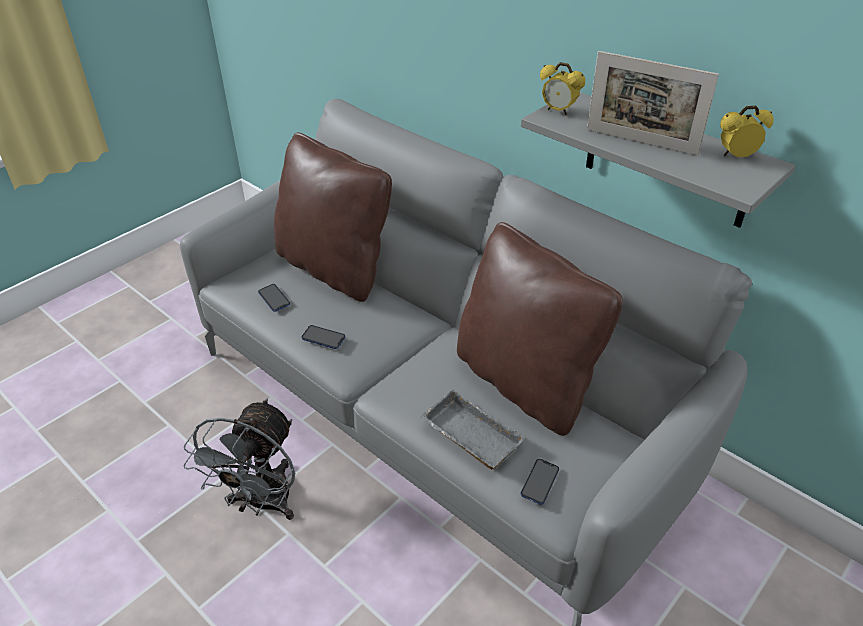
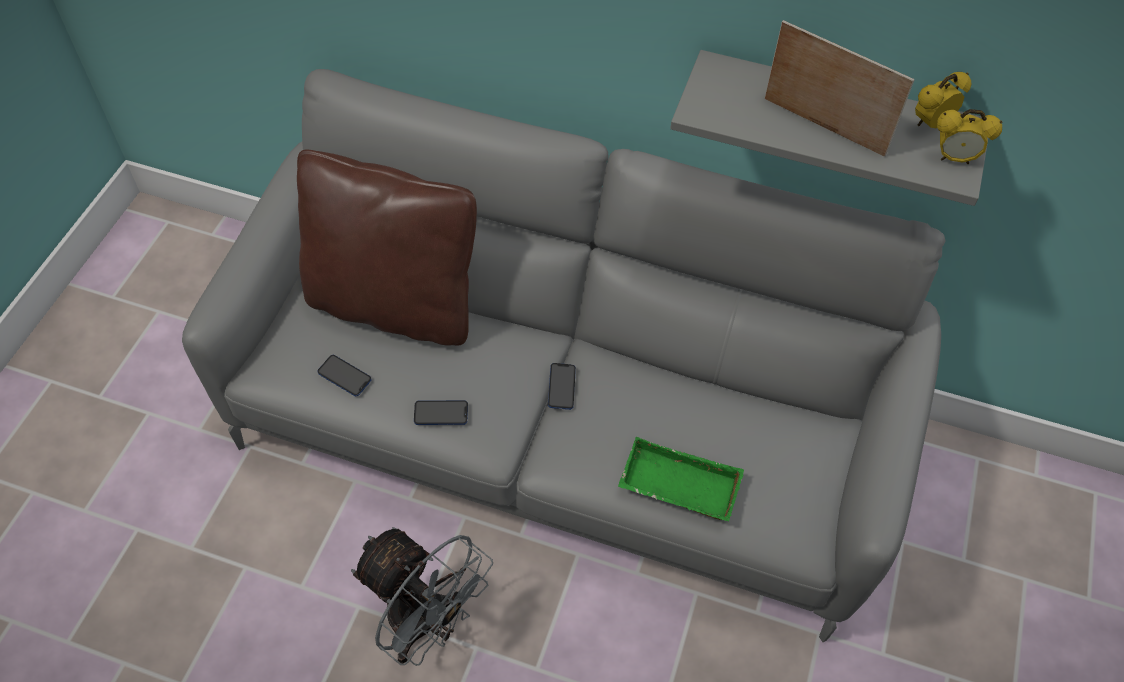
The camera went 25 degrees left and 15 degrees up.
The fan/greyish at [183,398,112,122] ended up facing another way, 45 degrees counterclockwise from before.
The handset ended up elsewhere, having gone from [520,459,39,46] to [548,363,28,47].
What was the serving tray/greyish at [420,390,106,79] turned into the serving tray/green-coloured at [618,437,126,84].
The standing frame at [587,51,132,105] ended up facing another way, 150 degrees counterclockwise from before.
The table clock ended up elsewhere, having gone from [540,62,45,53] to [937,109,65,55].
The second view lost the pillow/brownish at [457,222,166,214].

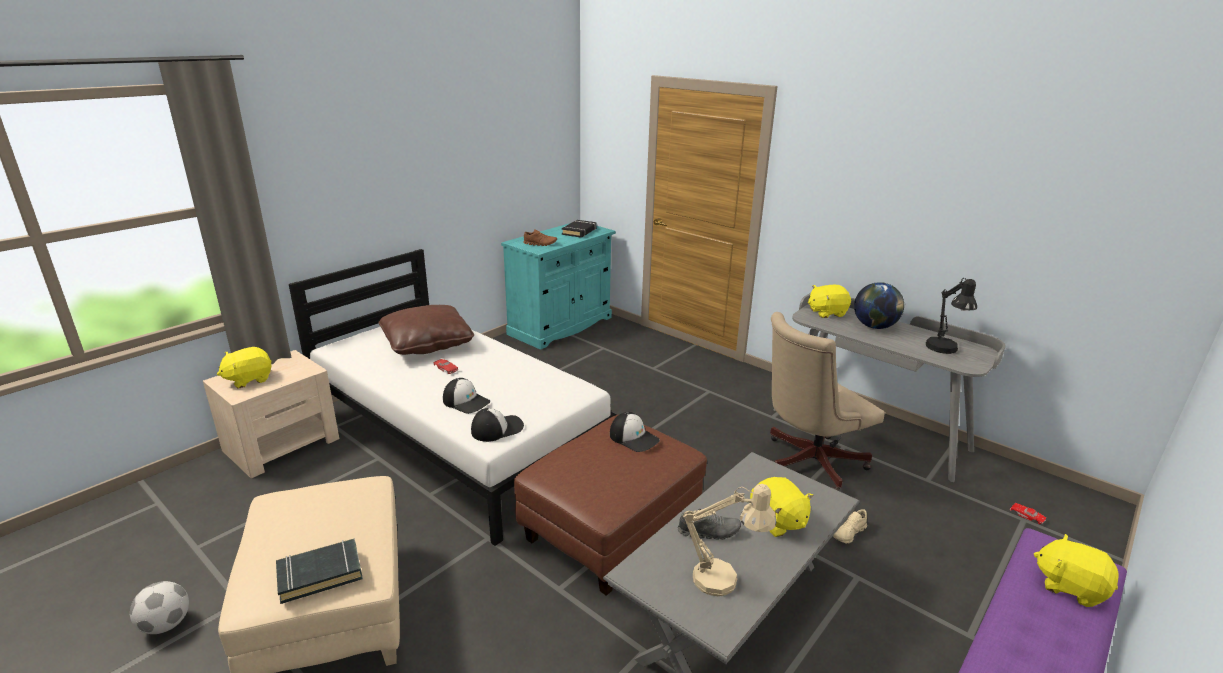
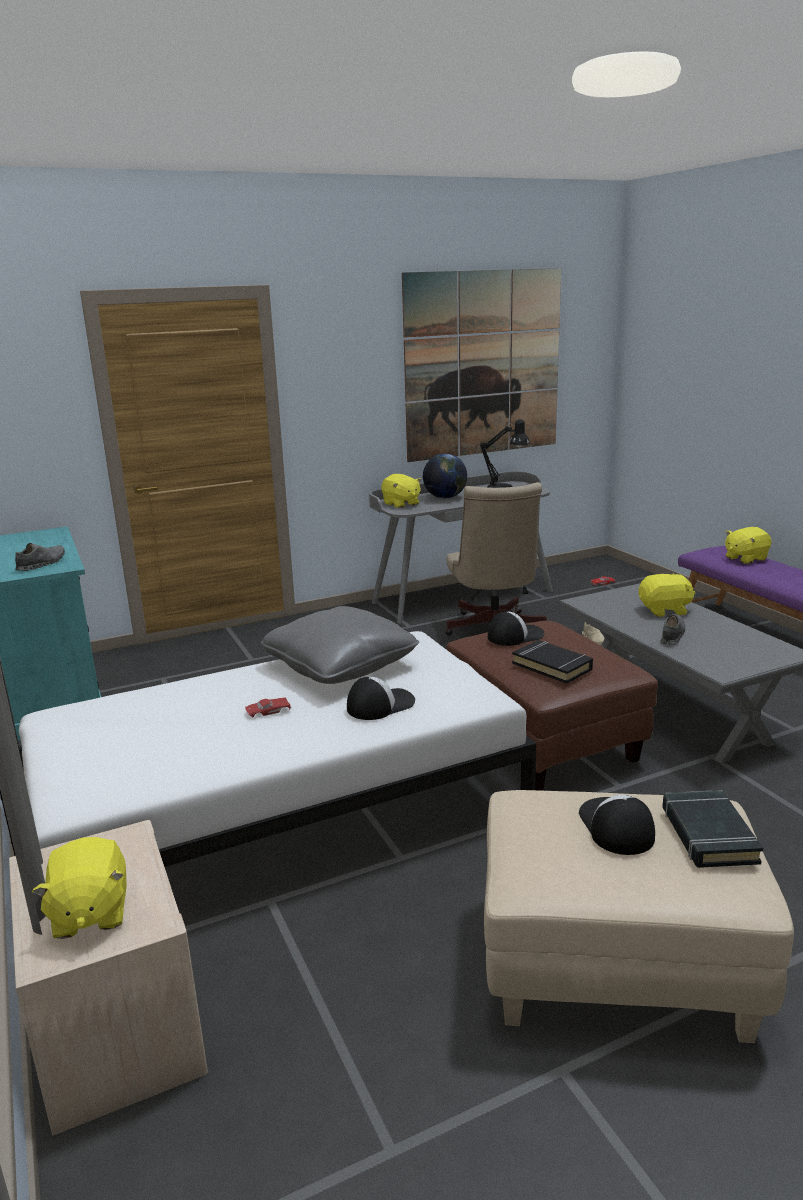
The camera went 65 degrees left and 5 degrees down.
What was the item of footwear/brownish at [523,229,34,17] turned into the item of footwear/greyish at [15,543,50,28].
The second view gained the pillow/greyish at [261,606,158,78].
The plush toy/yellow at [808,285,43,33] ended up facing another way, 45 degrees counterclockwise from before.
The second view gained the picture at [402,268,159,194].
The bound book/black ended up elsewhere, having gone from [562,220,35,18] to [512,640,81,44].
The peaked cap ended up elsewhere, having gone from [471,408,53,34] to [579,795,76,60].
The second view lost the football ball at [130,581,59,53].
The second view lost the pillow/brownish at [378,305,96,50].
The second view lost the tabletop lamp/sand-coloured at [683,484,93,112].

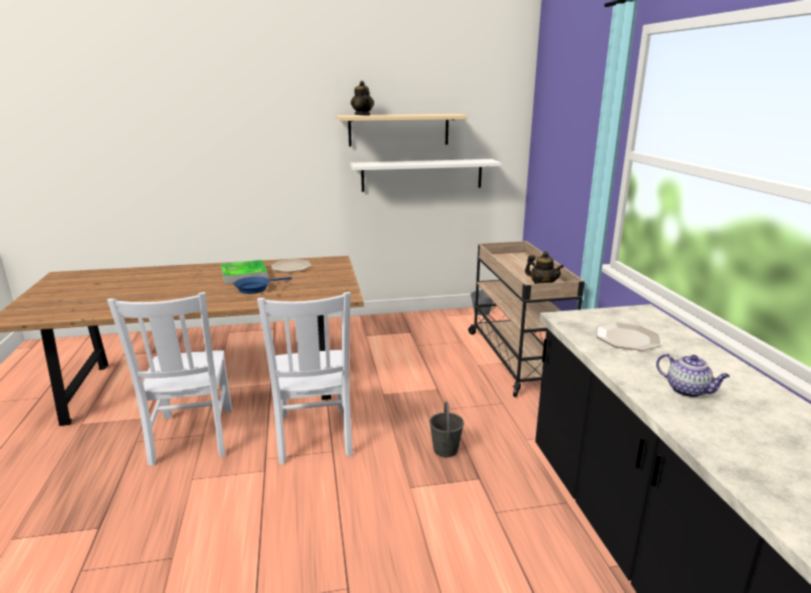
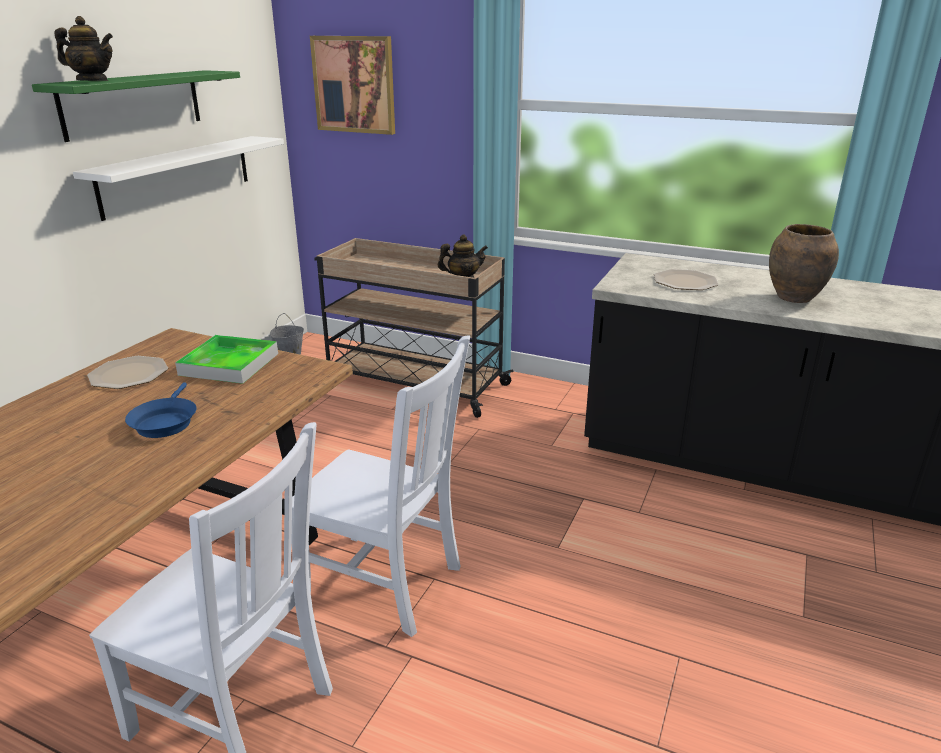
The camera went 55 degrees left and 5 degrees up.
What was the wall shelf/sand-coloured at [336,114,131,32] turned into the wall shelf/green-coloured at [32,70,208,72].
The serving tray ended up elsewhere, having gone from [221,260,47,24] to [175,335,103,49].
The second view gained the picture at [310,36,85,99].
Where the teapot stood at [656,354,74,43], the flower vase/brownish came to stand at [769,224,70,79].
The second view lost the pail/greyish at [429,402,35,55].

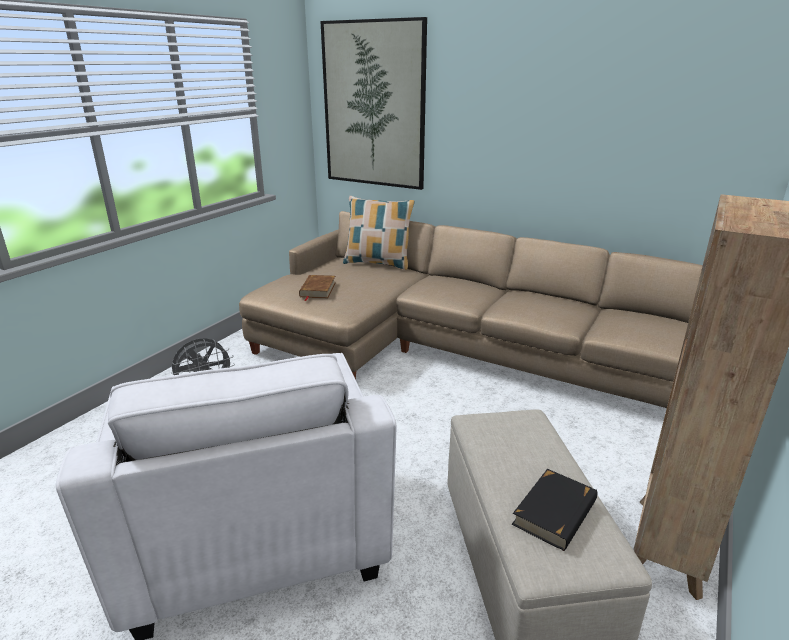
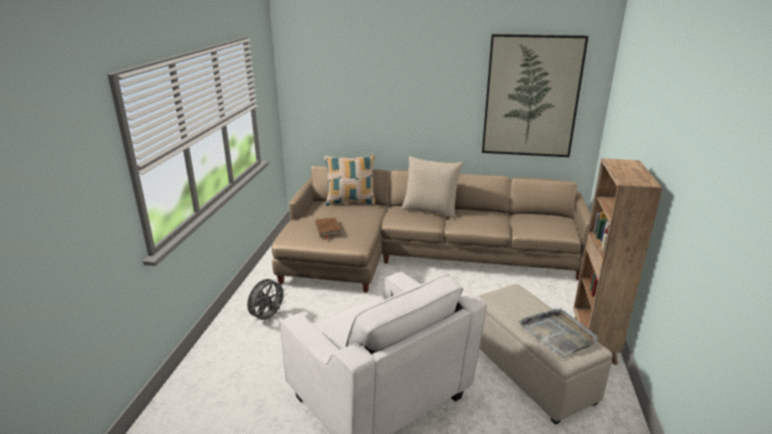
The camera went 20 degrees left and 0 degrees up.
The second view gained the pillow/sand-coloured at [401,156,62,62].
The picture ended up elsewhere, having gone from [320,17,107,173] to [482,34,107,123].
Where the bound book/black stood at [512,469,85,82], the serving tray/greyish came to stand at [519,308,80,49].

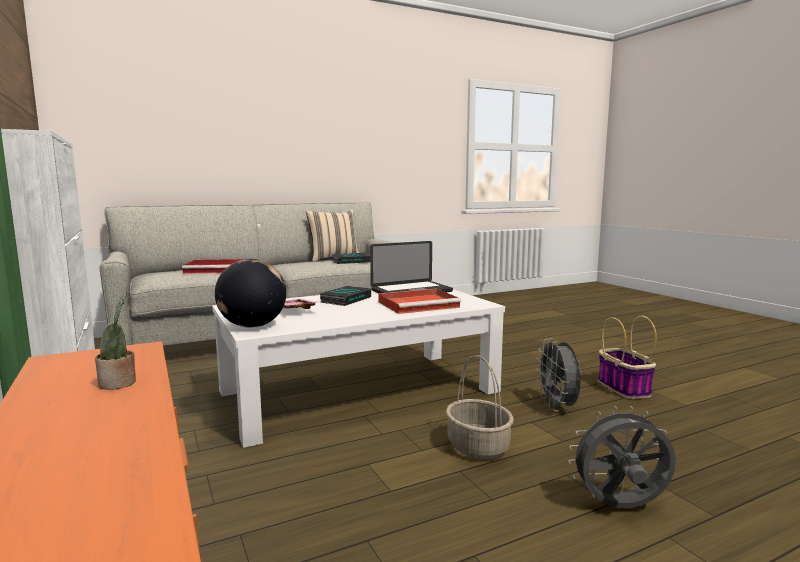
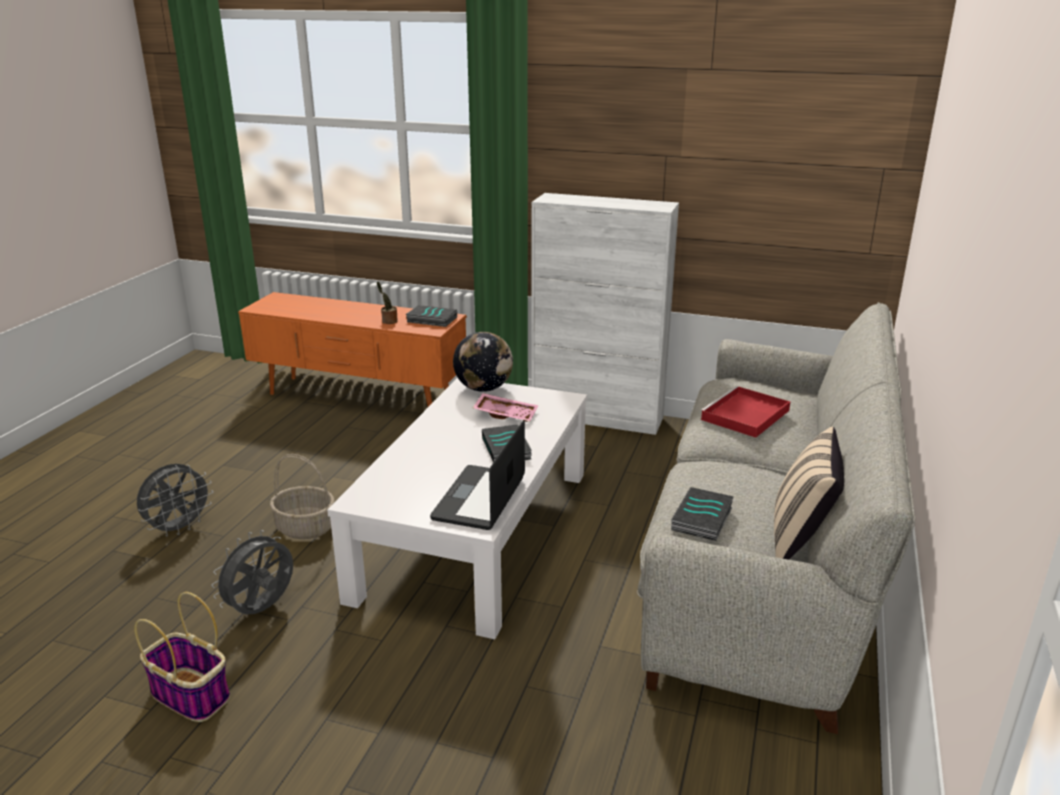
The camera went 135 degrees right and 15 degrees up.
The fan/greyish at [536,338,45,73] ended up facing another way, 90 degrees counterclockwise from before.
The second view gained the bound book at [406,305,51,22].
The second view lost the serving tray/red-coloured at [378,289,83,25].

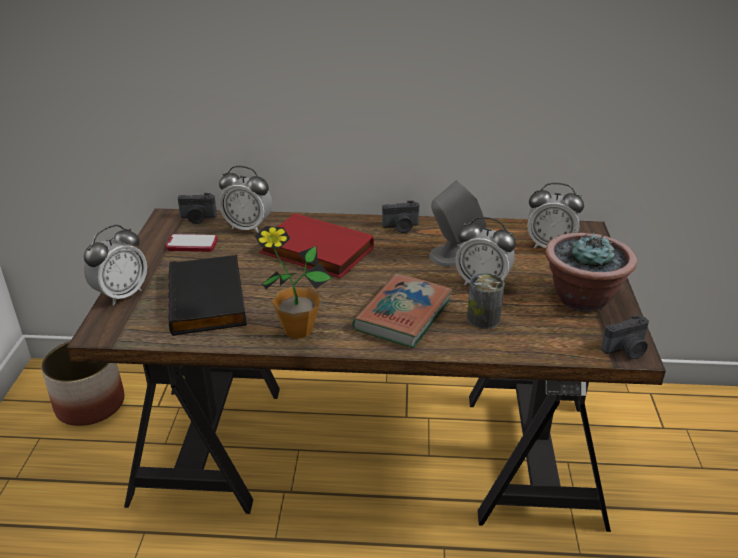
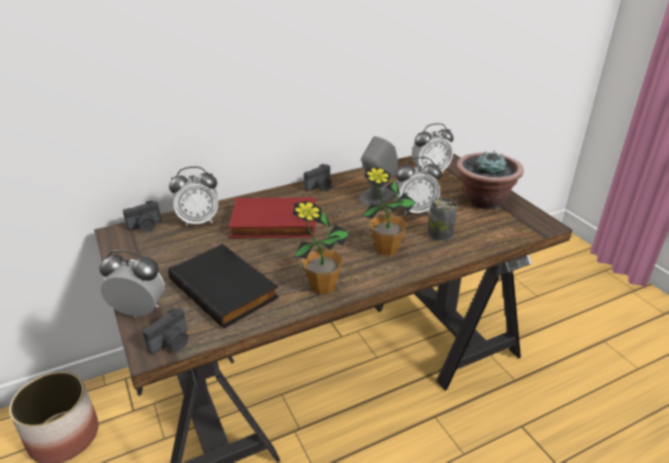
The camera went 30 degrees left and 0 degrees up.
The table clock at [84,225,63,80] ended up facing another way, 90 degrees counterclockwise from before.
The still camera ended up elsewhere, having gone from [601,315,48,44] to [143,308,45,46].
Where the bound book stood at [352,274,100,74], the plant in a pot came to stand at [363,167,53,89].
The second view lost the handset at [166,234,52,18].

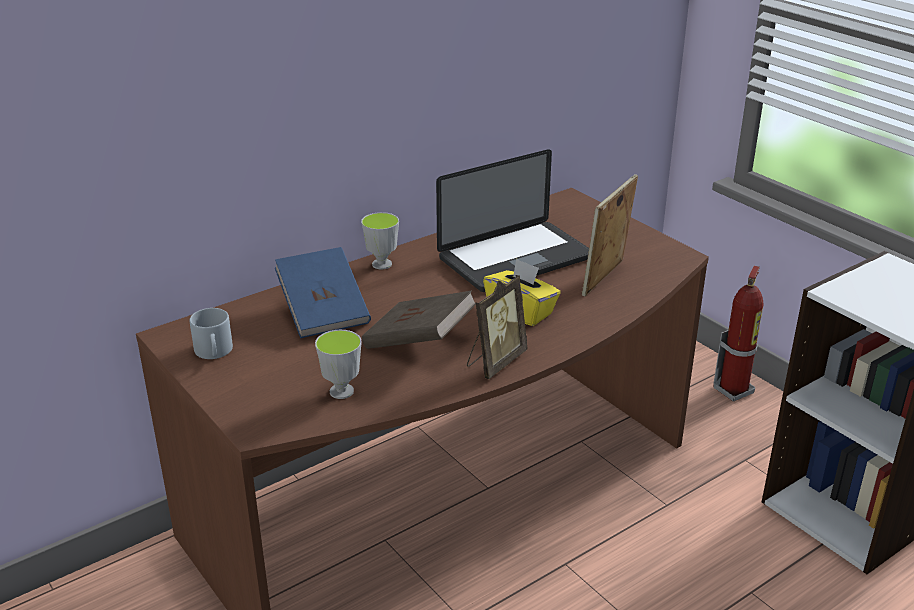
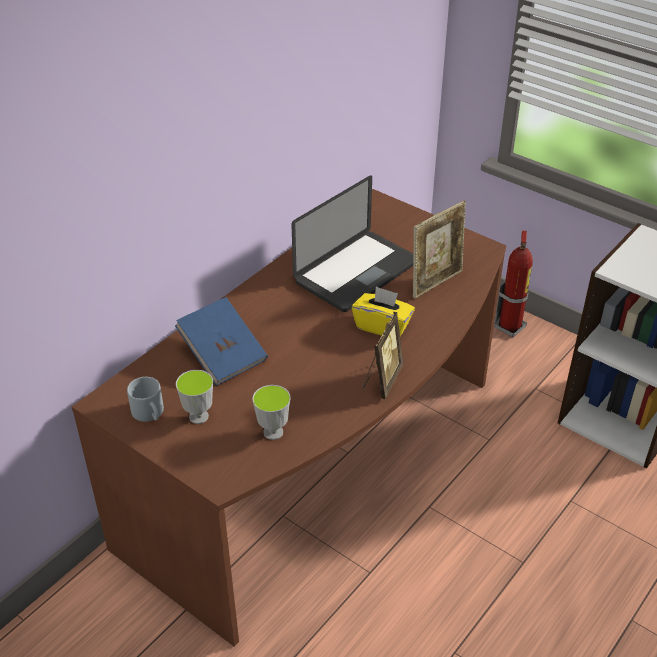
The camera went 15 degrees left and 10 degrees up.
The drinking cup ended up elsewhere, having gone from [361,212,38,58] to [176,370,37,54].
The standing frame at [582,174,56,122] ended up facing another way, 150 degrees counterclockwise from before.
The second view lost the bound book/brownish at [362,291,114,58].

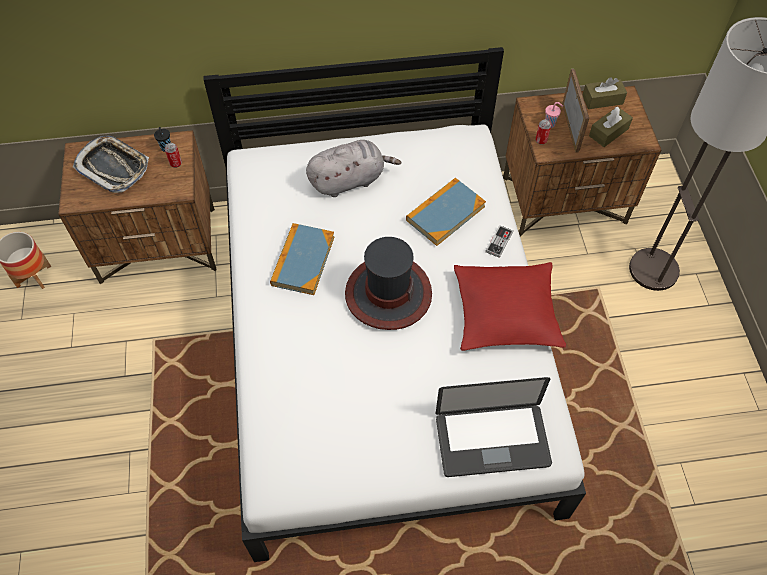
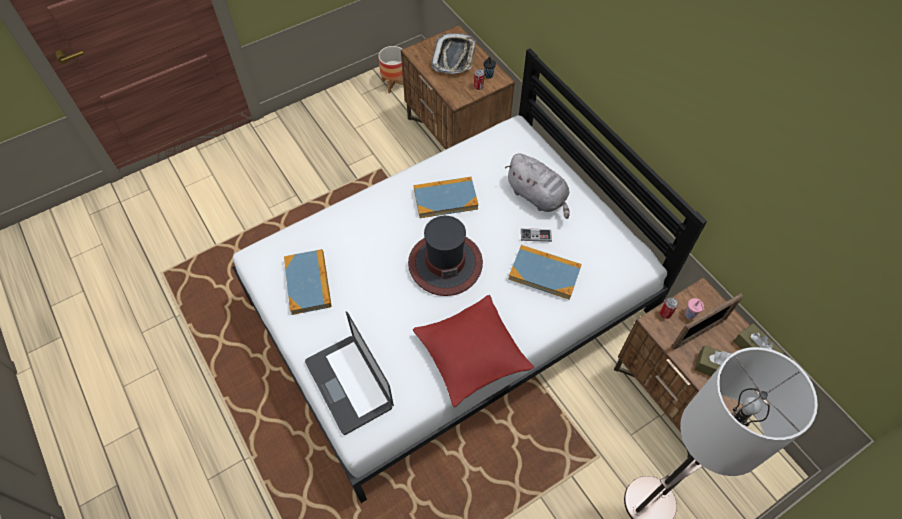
The camera went 65 degrees right and 0 degrees up.
The second view gained the bound book at [284,249,48,66].
The game controller ended up elsewhere, having gone from [485,225,28,33] to [521,228,31,14].

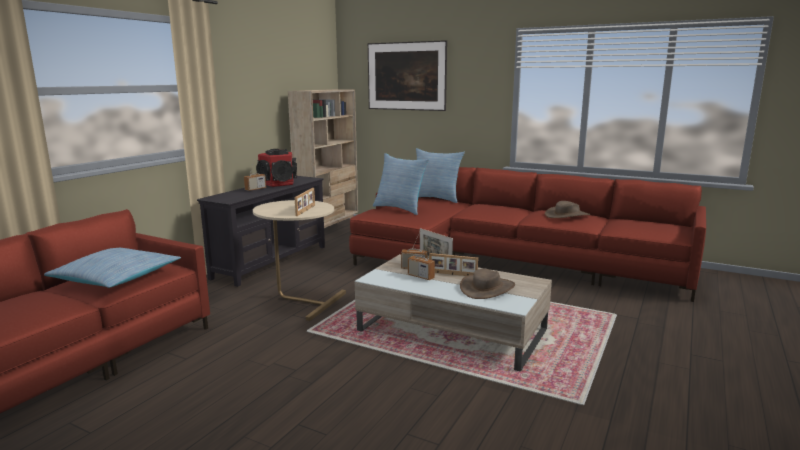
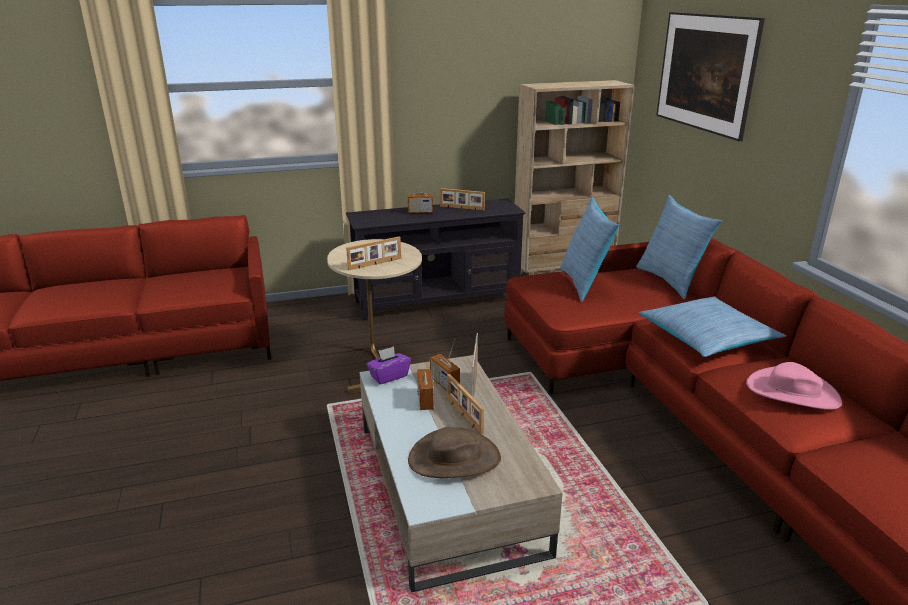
The camera went 45 degrees right and 10 degrees up.
The second view gained the tissue holder/purple at [367,346,44,38].
Where the audio speaker stood at [256,149,41,38], the standing frame came to stand at [440,188,45,23].
The pillow ended up elsewhere, having gone from [44,247,137,41] to [639,296,147,61].
What was the hat/brownish at [545,201,45,17] turned into the hat/pink-coloured at [746,362,96,48].

